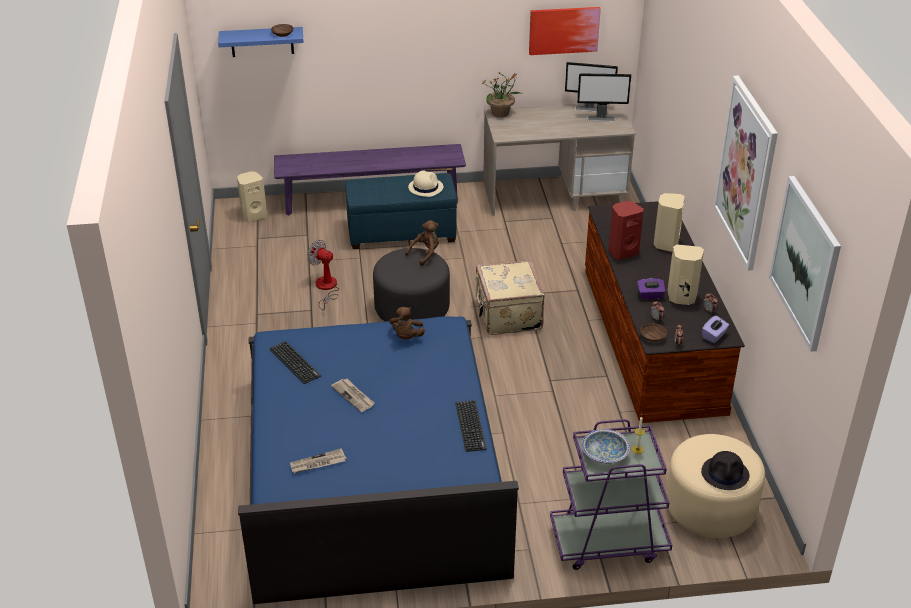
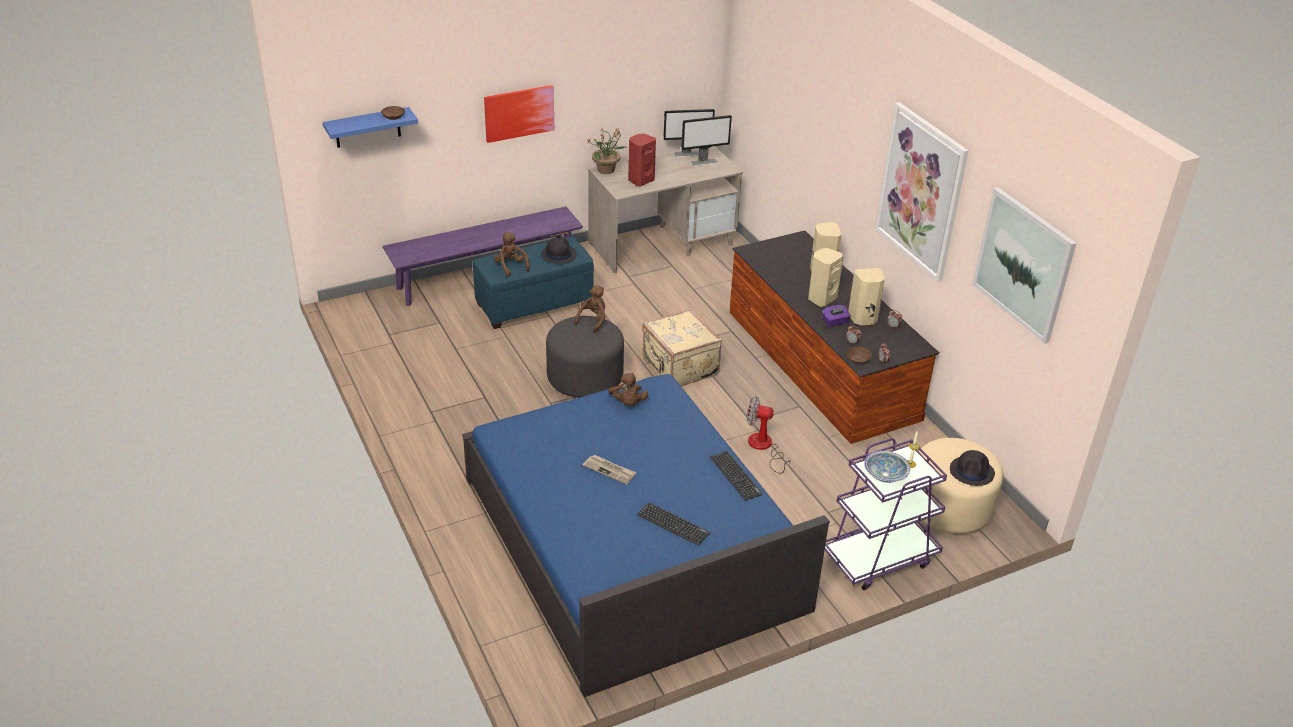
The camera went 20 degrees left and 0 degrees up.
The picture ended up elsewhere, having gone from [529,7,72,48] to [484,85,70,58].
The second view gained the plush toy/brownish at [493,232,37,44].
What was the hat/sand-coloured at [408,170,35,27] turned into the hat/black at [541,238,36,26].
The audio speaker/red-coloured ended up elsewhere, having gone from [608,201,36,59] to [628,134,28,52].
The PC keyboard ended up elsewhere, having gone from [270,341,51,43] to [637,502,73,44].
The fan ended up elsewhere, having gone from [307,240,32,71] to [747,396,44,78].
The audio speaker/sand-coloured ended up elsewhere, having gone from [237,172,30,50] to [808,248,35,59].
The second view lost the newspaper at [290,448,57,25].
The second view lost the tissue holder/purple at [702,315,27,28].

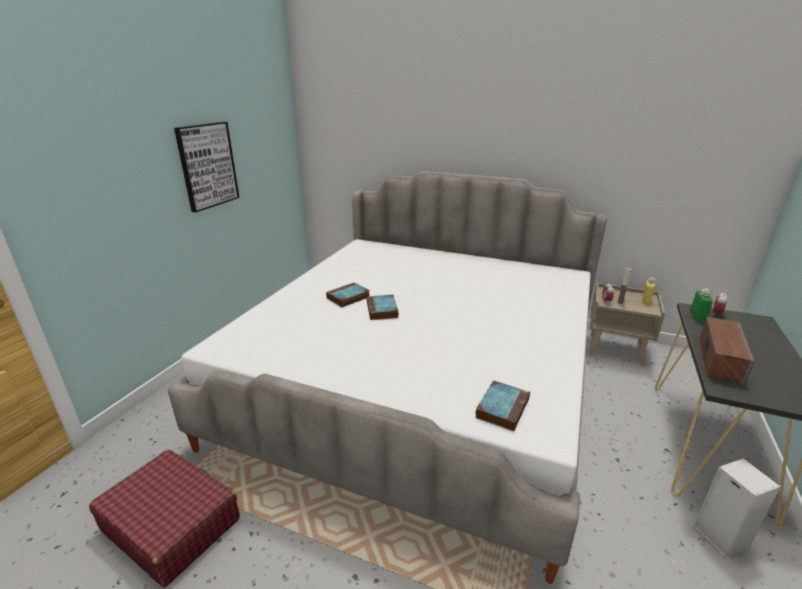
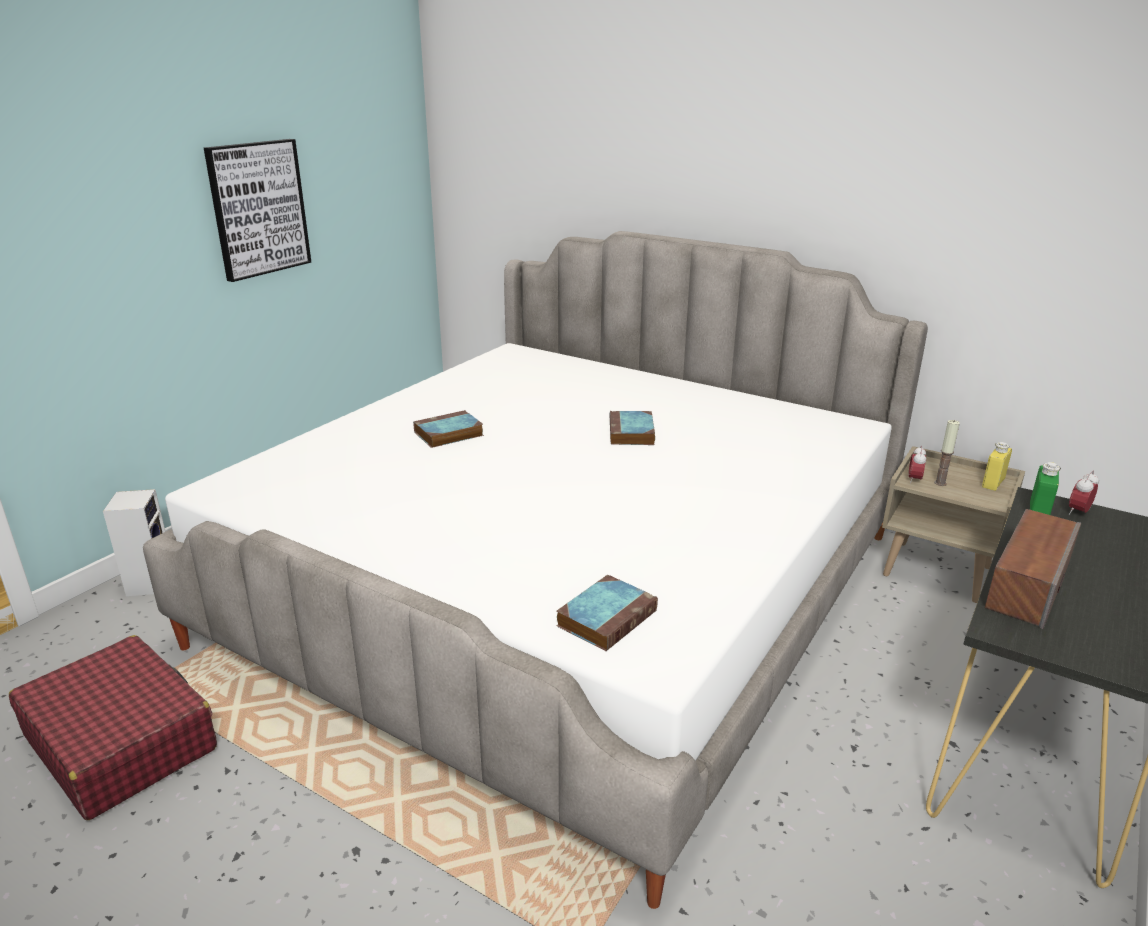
The camera went 10 degrees right and 0 degrees up.
The audio speaker ended up elsewhere, having gone from [693,458,88,100] to [103,489,63,107].
The bound book ended up elsewhere, having gone from [367,295,32,25] to [610,411,45,34].

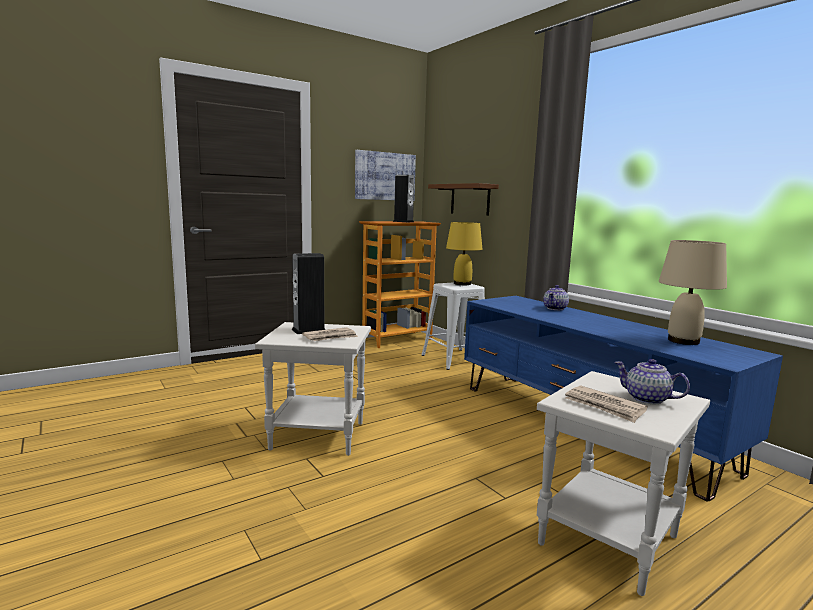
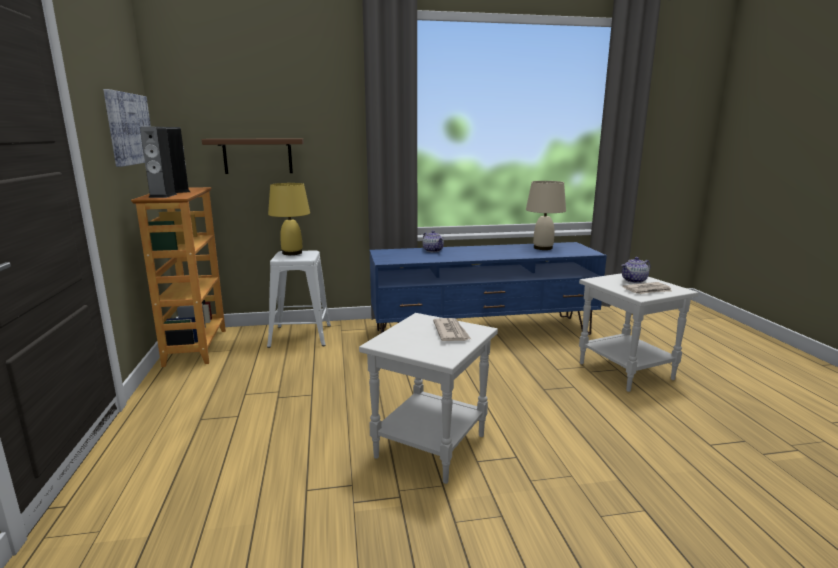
The camera went 65 degrees left and 5 degrees up.
The audio speaker ended up elsewhere, having gone from [291,253,34,81] to [140,127,37,71].

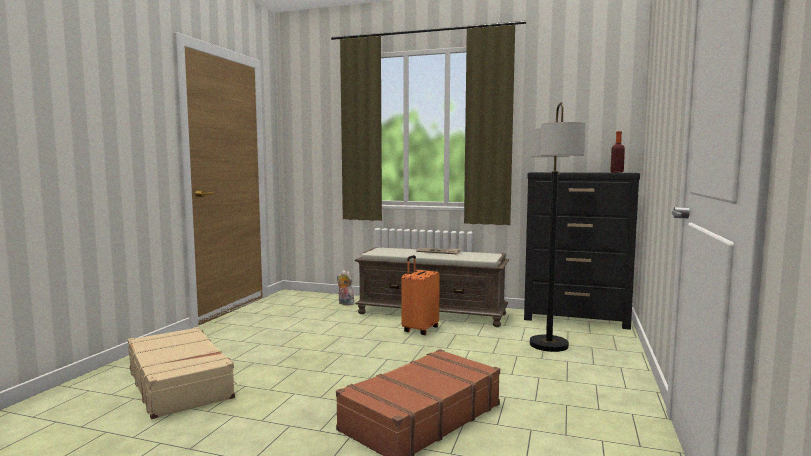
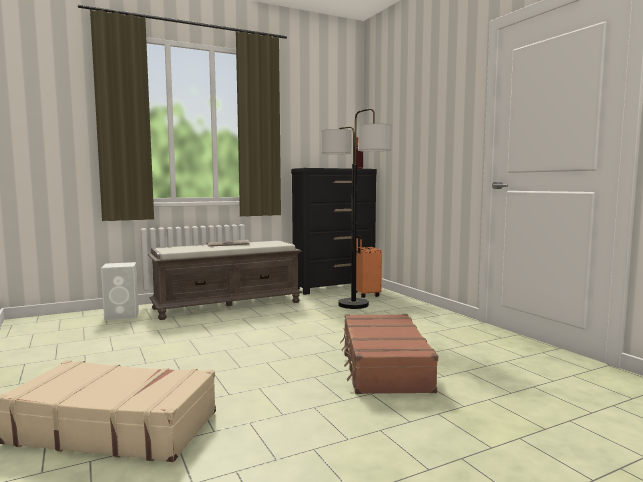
The camera went 45 degrees left and 0 degrees up.
Where the plush toy stood at [337,270,17,35], the audio speaker/white-coloured came to stand at [101,262,38,59].
The piece of luggage/orange-coloured ended up elsewhere, having gone from [401,255,39,80] to [356,235,26,63].

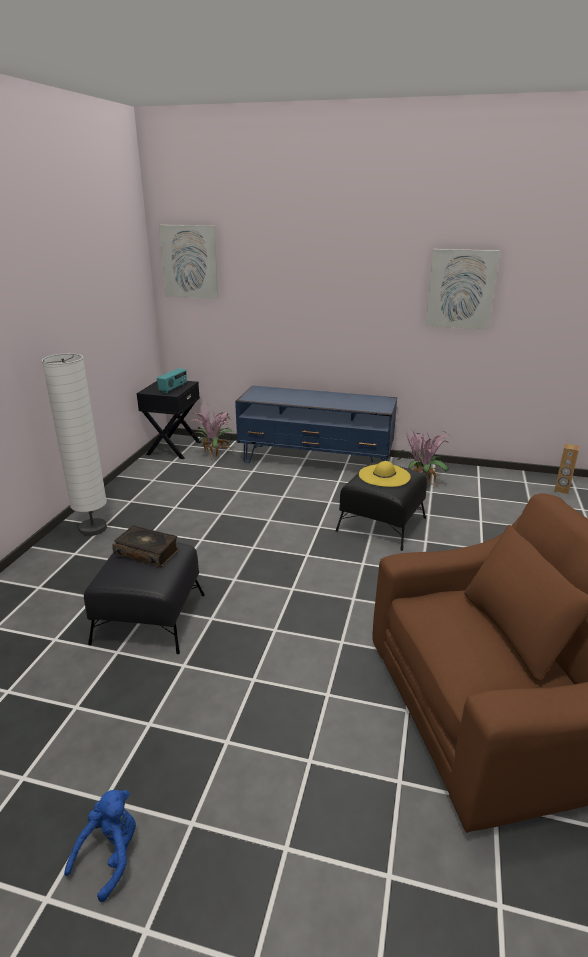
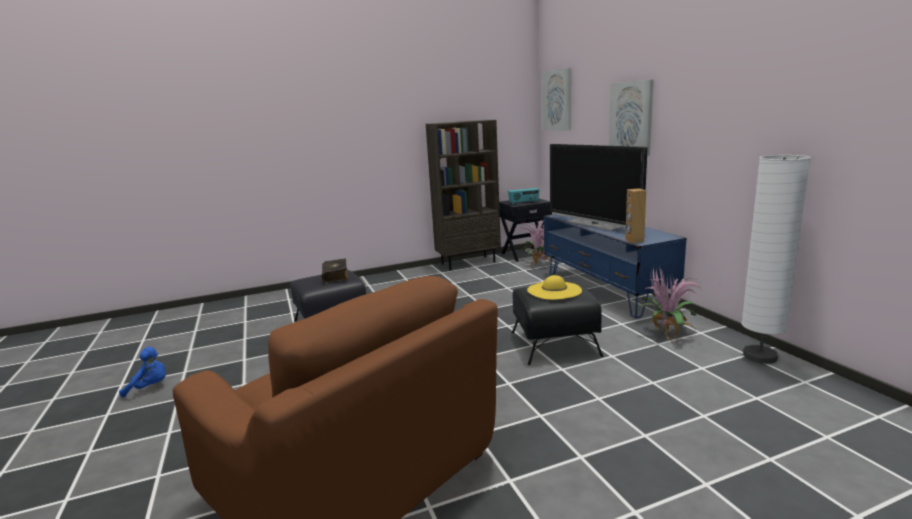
The camera went 55 degrees right and 10 degrees down.
The second view gained the bookcase/brownish at [426,120,75,150].
The second view gained the TV at [550,144,98,87].
The picture ended up elsewhere, having gone from [426,249,74,80] to [609,80,44,76].
The audio speaker/brownish ended up elsewhere, having gone from [554,444,25,50] to [625,188,21,55].
The standard lamp/white-coloured ended up elsewhere, having gone from [42,353,65,183] to [741,155,70,209].

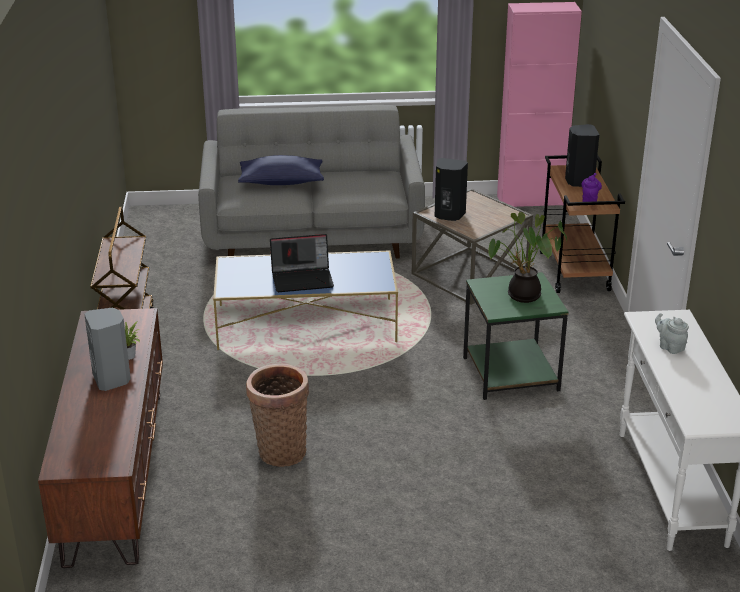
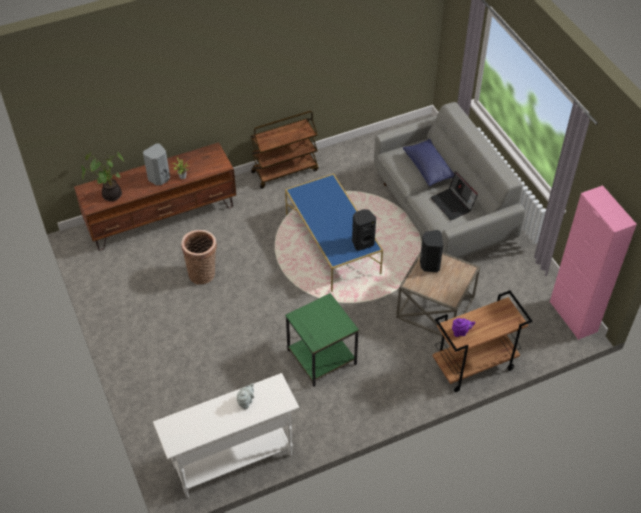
The camera went 70 degrees right and 20 degrees up.
The plant in a pot ended up elsewhere, having gone from [488,212,79,91] to [81,152,43,49].
The audio speaker/black ended up elsewhere, having gone from [565,124,34,63] to [352,209,24,42].
The portable computer ended up elsewhere, having gone from [270,234,64,58] to [430,171,48,49].

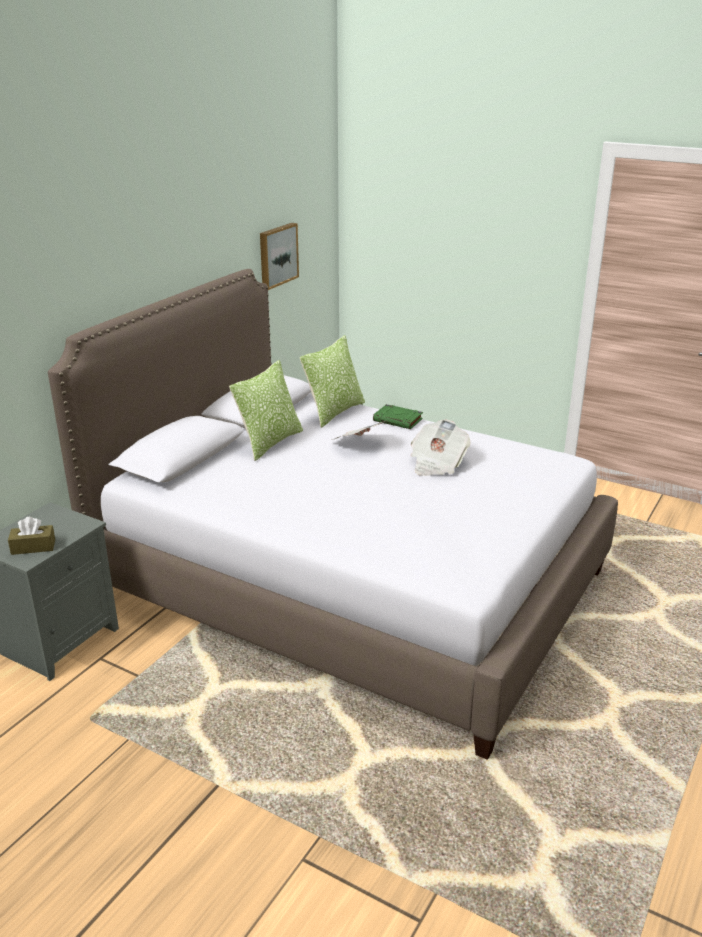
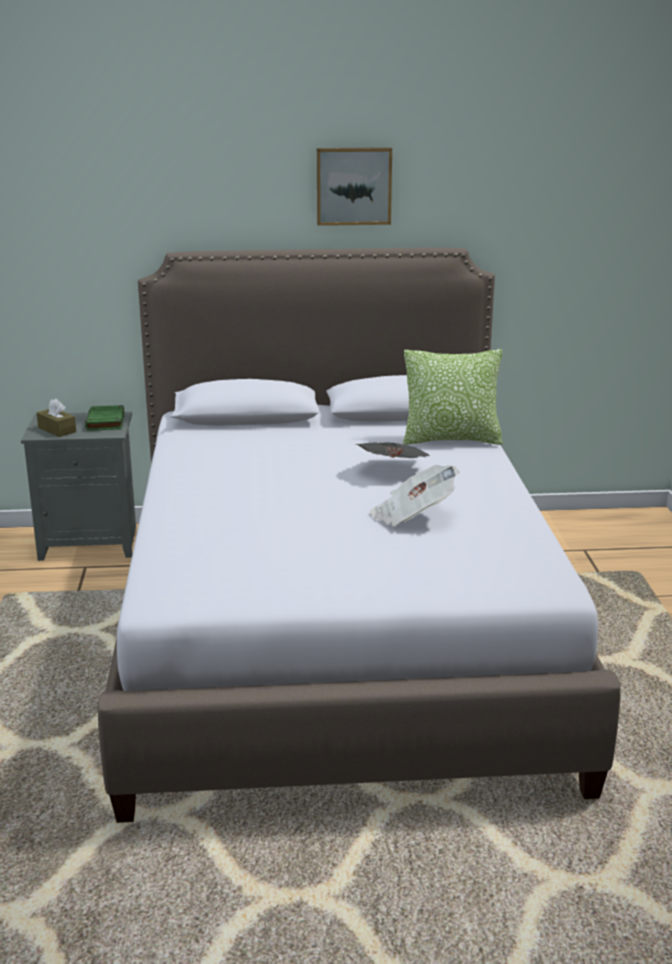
The camera went 55 degrees right and 5 degrees down.
The bound book/green-coloured ended up elsewhere, having gone from [373,404,50,25] to [85,405,40,26].
The picture ended up elsewhere, having gone from [260,223,39,67] to [317,147,75,79].
The second view lost the pillow at [229,360,74,101].

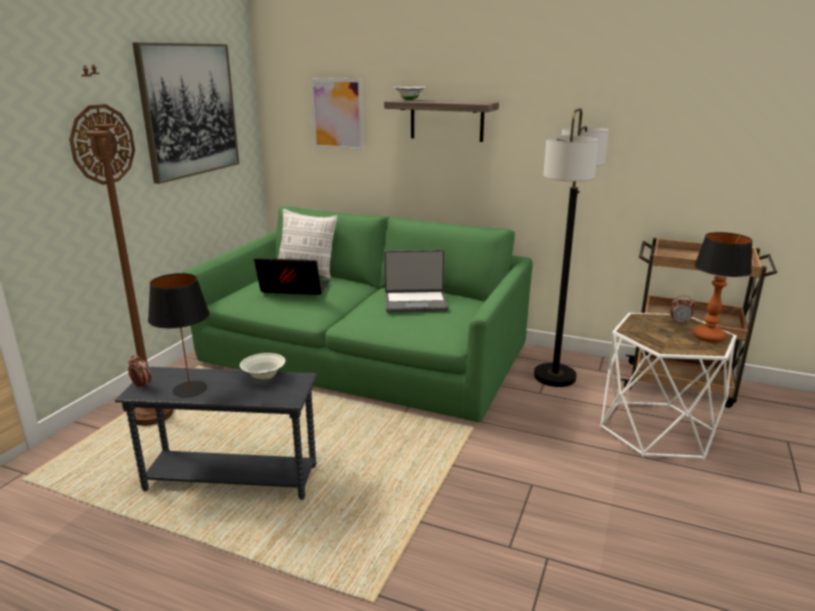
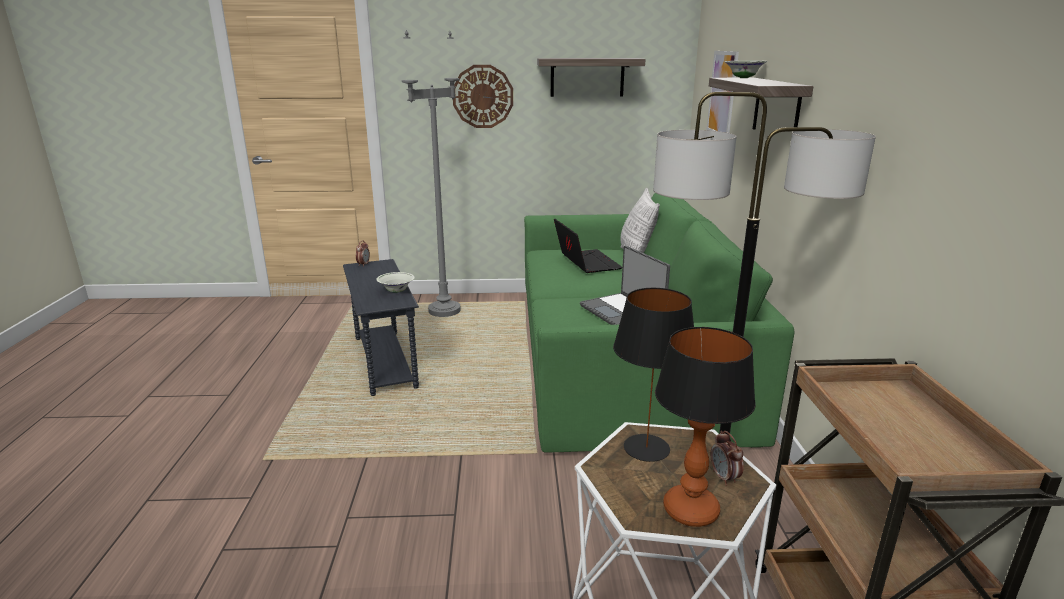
The camera went 65 degrees right and 0 degrees up.
What was the standard lamp/brownish at [81,64,92,362] turned into the standard lamp/greyish at [402,30,59,287].
Where the picture hung at [132,43,107,141], the wall shelf came to hang at [537,58,109,39].
The tabletop lamp/black ended up elsewhere, having gone from [148,273,62,124] to [613,288,81,174].

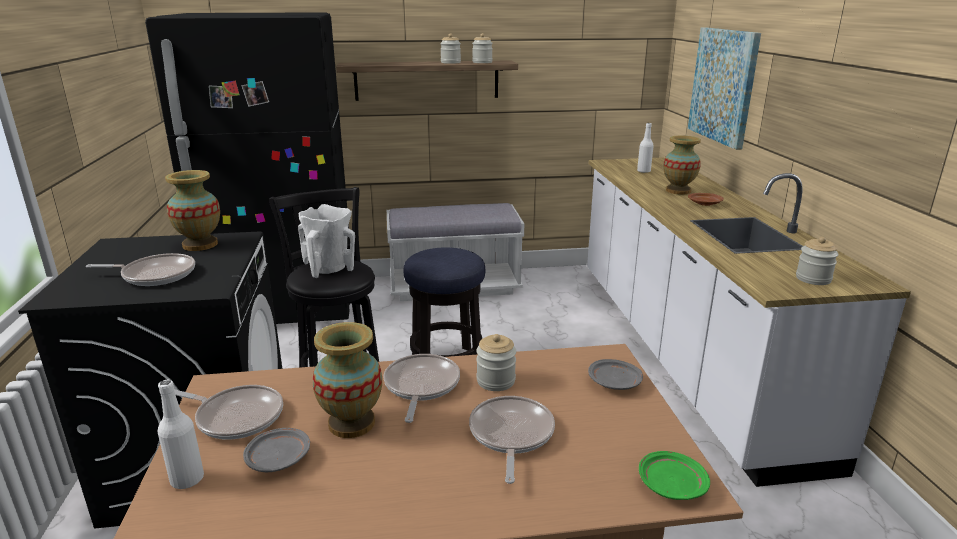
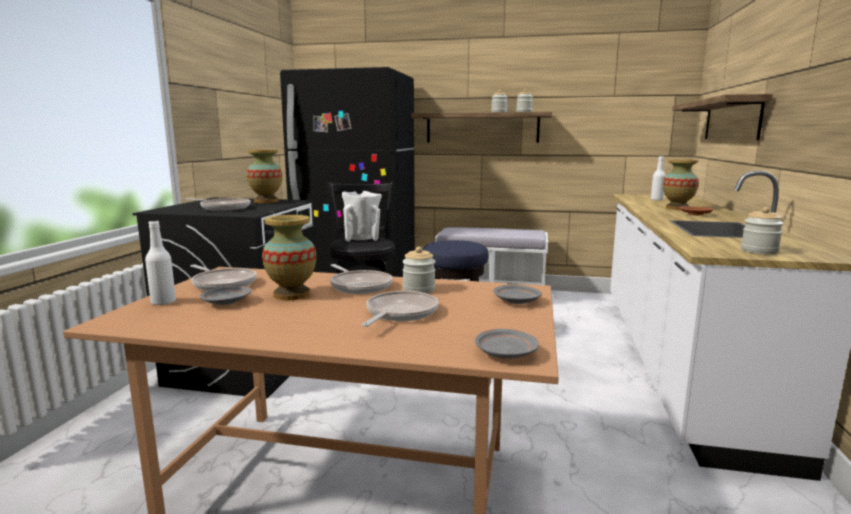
The camera went 20 degrees right and 10 degrees down.
The skillet at [384,354,76,69] ended up facing another way, 120 degrees clockwise from before.
What was the flat dish/green-coloured at [639,451,71,49] turned into the flat dish/greyish at [475,329,64,30].
Where the picture hung at [688,27,73,123], the wall shelf came to hang at [672,94,101,46].

